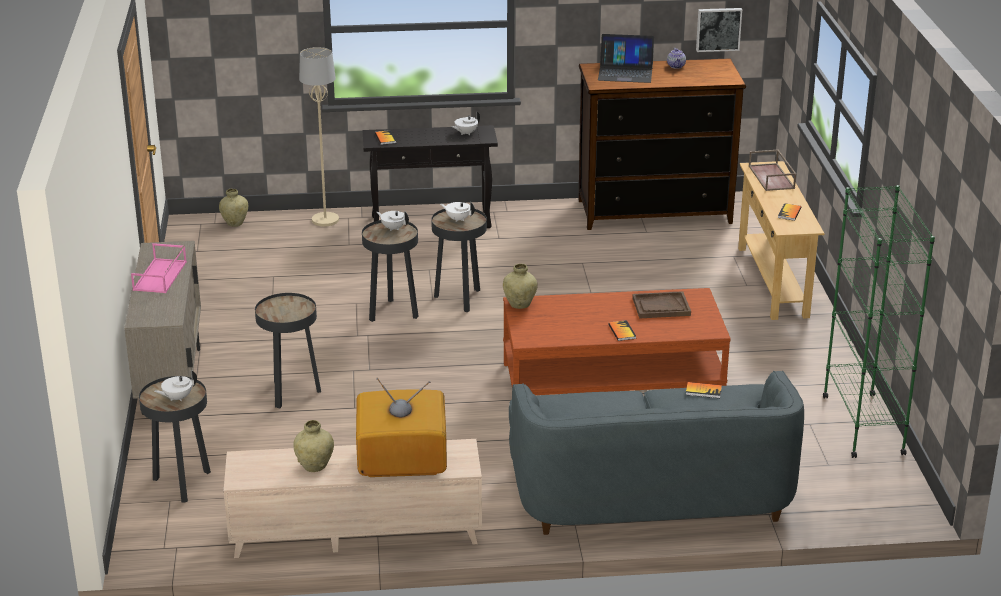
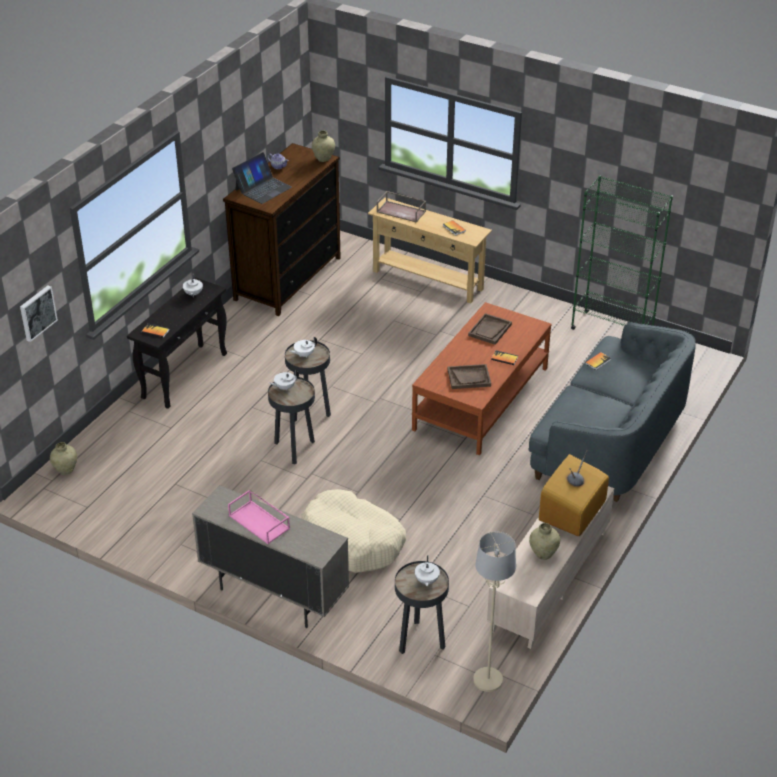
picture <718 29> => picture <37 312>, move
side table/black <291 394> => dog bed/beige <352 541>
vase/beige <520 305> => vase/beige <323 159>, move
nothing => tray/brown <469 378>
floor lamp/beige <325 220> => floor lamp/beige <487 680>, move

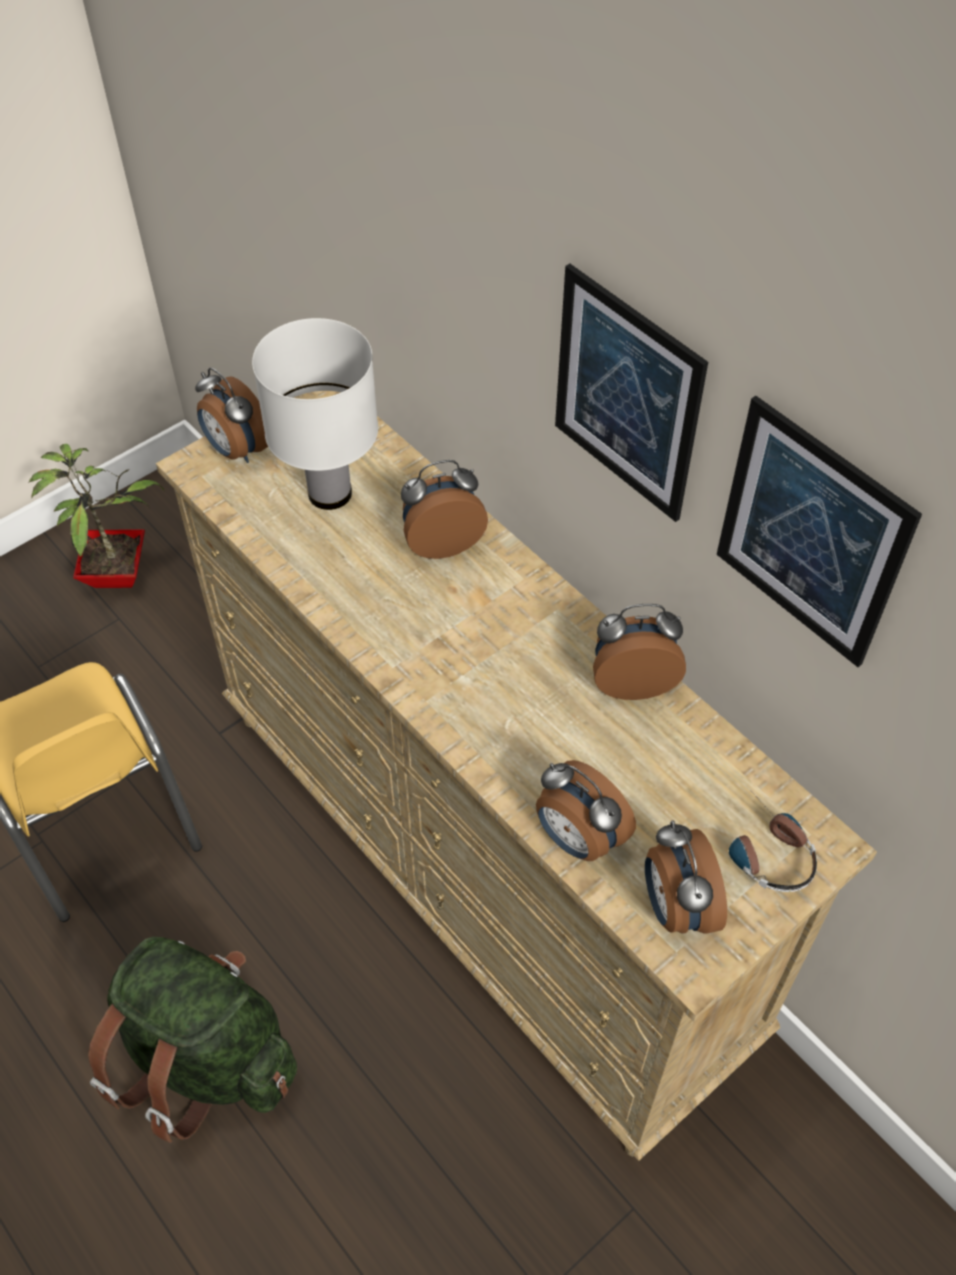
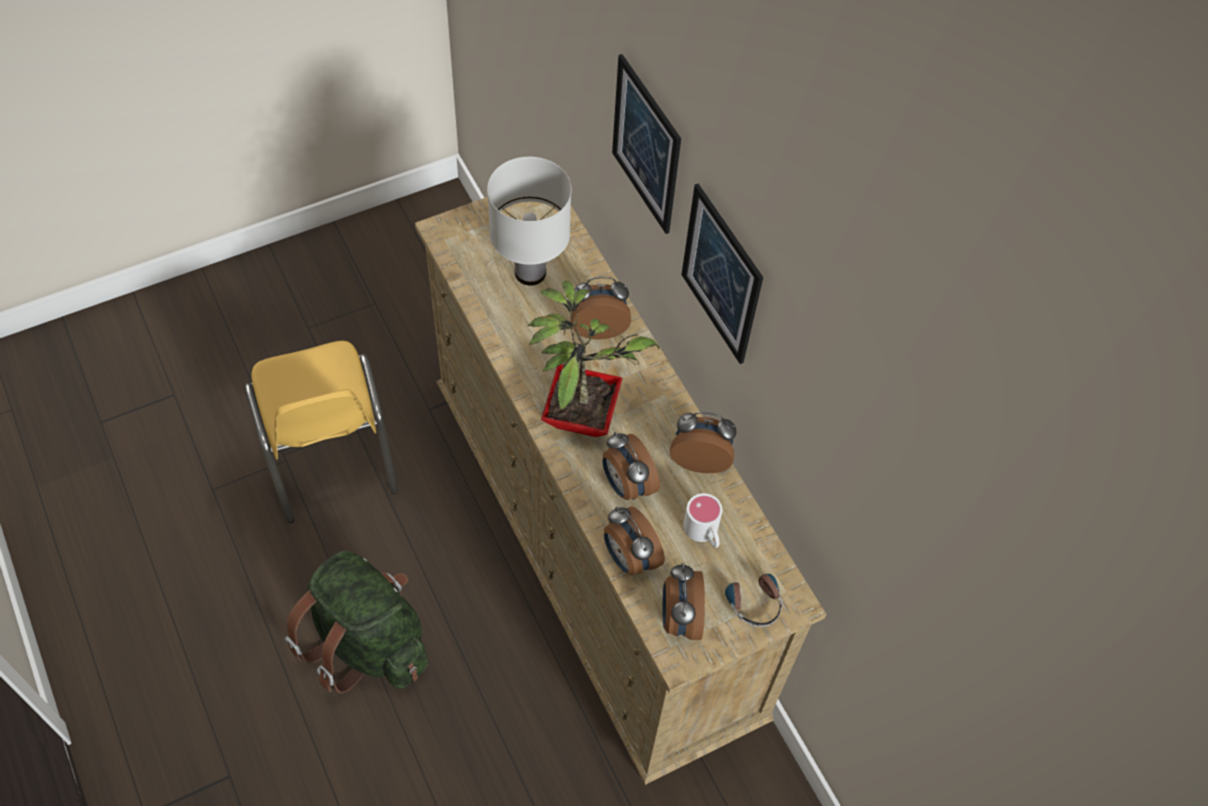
potted plant <117 571> => potted plant <582 413>, move
alarm clock <237 450> => alarm clock <626 485>, move
picture <810 534> => picture <646 145>, move
nothing => mug/white <704 533>

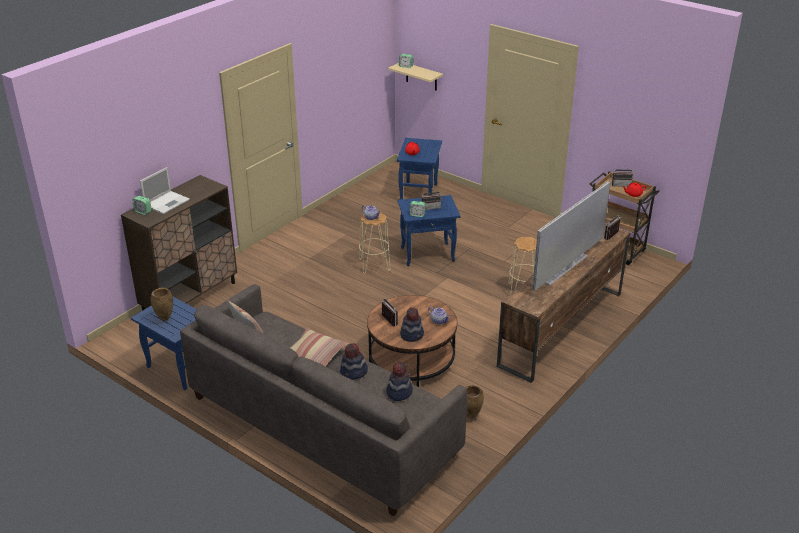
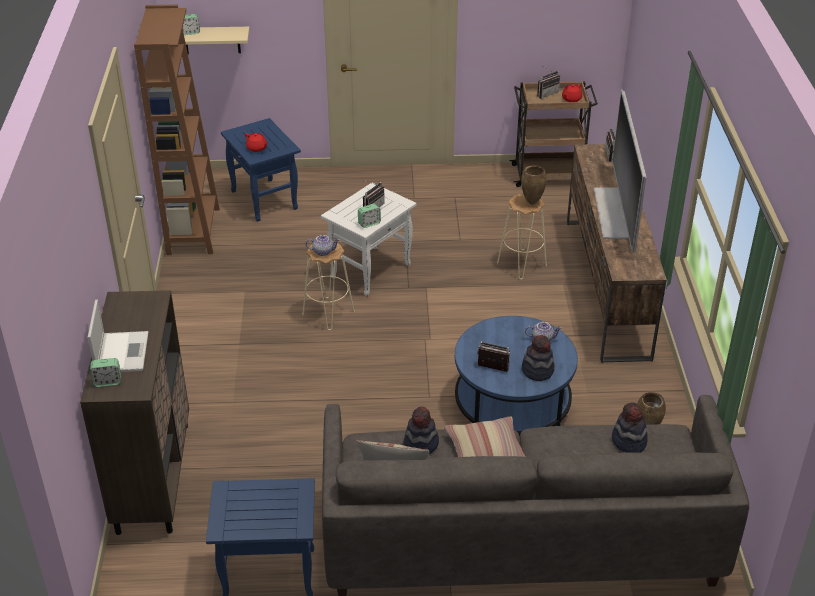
nothing => bookcase/brown <193 231>
side table/blue <428 254> => side table/white <371 270>
hat <353 372> => hat <421 444>, move
coffee table/brown <411 359> => coffee table/blue <512 403>
vase/brown <164 319> => vase/brown <531 203>, move

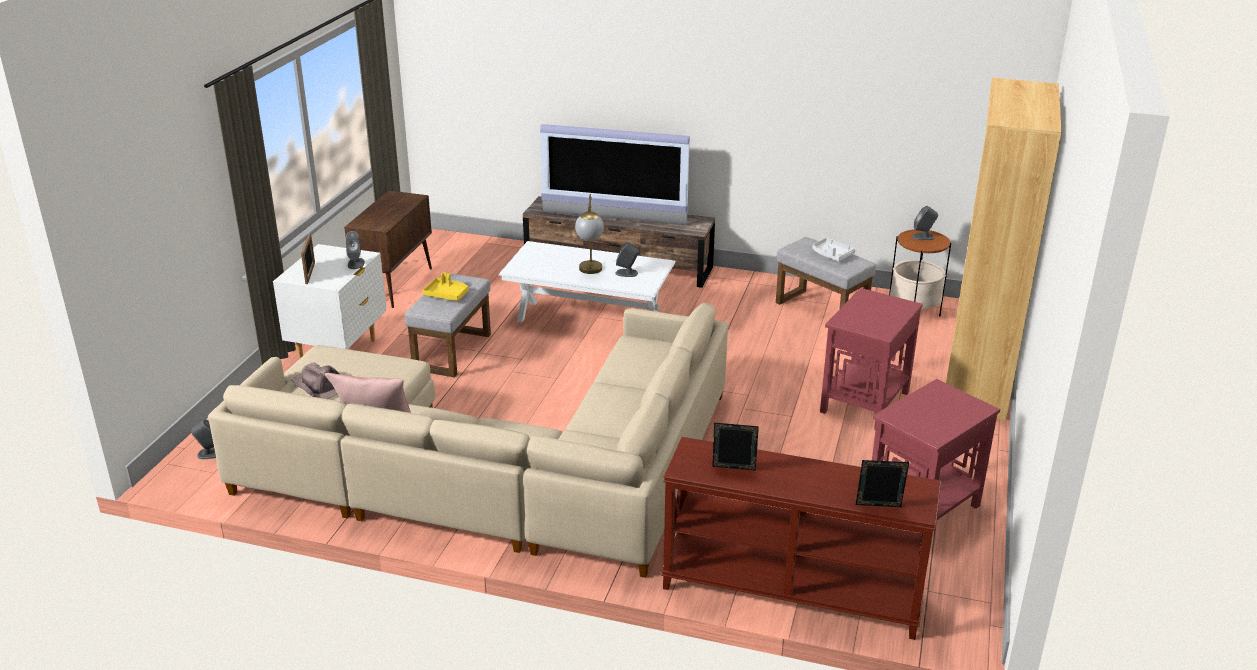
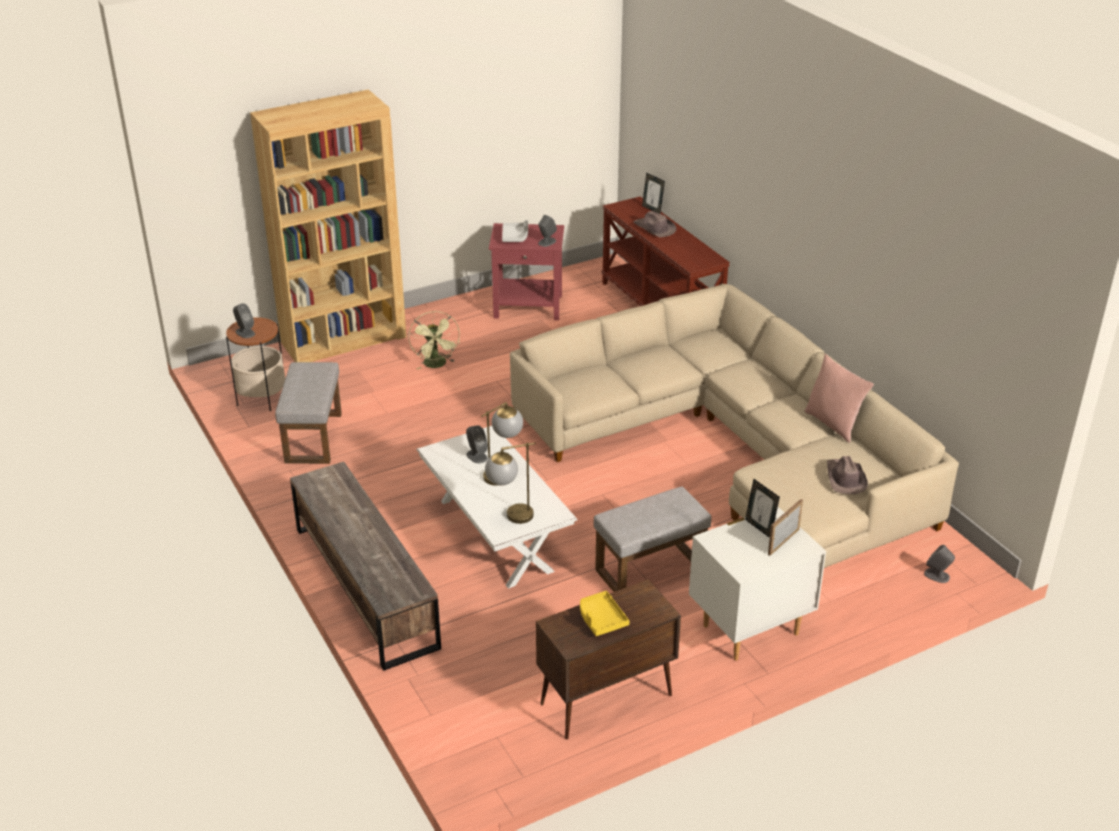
side table/red <864 401> => fan/green <436 365>
nothing => table lamp <510 517>
tray/grey <832 255> => tray/grey <515 237>, move
speaker/grey <356 263> => speaker/grey <547 242>, move
tray/yellow <447 295> => tray/yellow <601 619>, move
nothing => hat/brown <654 228>
picture frame <733 470> => picture frame <760 527>, move
television <614 218> => nothing

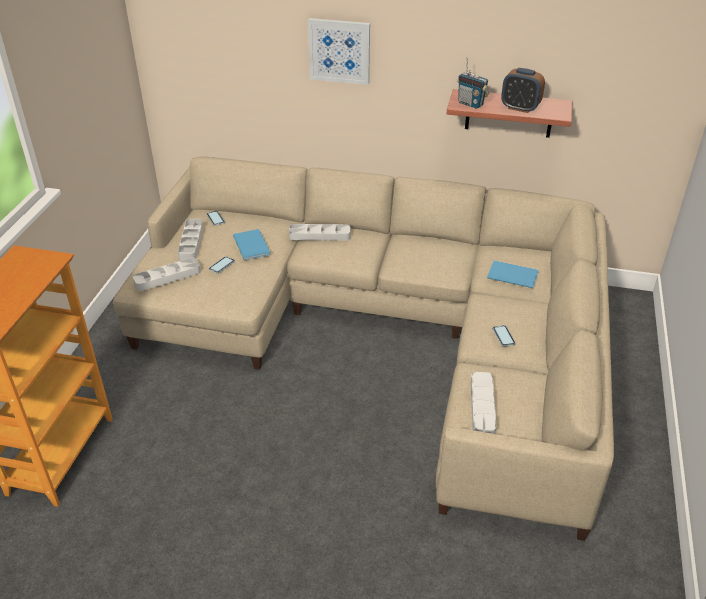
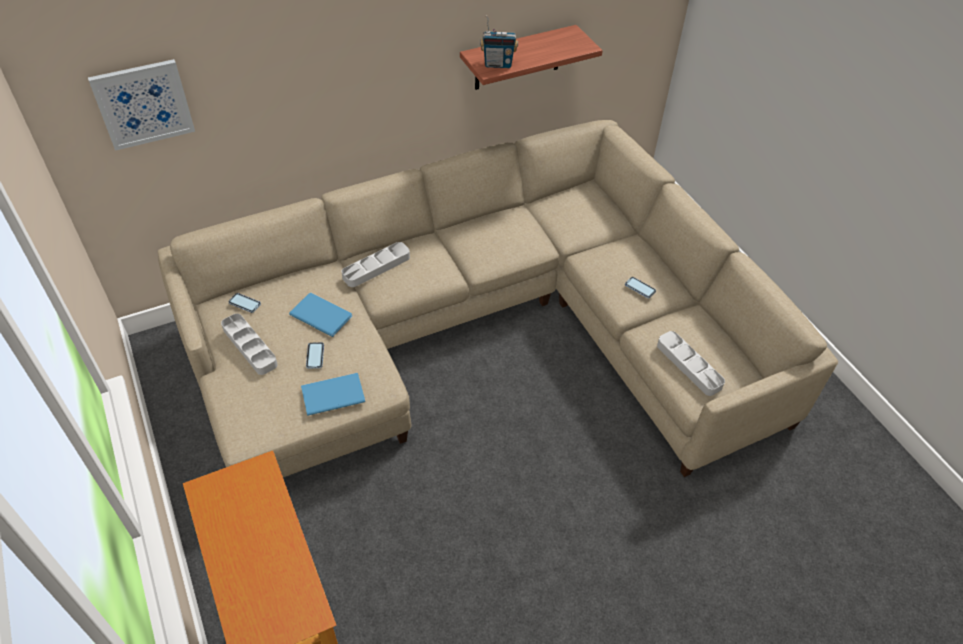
picture <339 51> => picture <143 104>, move
book/blue <511 274> => book/blue <331 394>, move
tray/grey <167 277> => nothing
alarm clock <520 108> => nothing

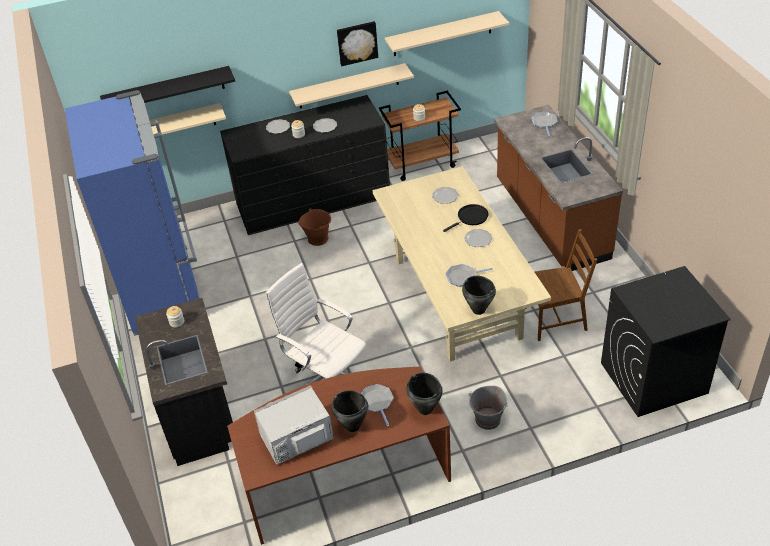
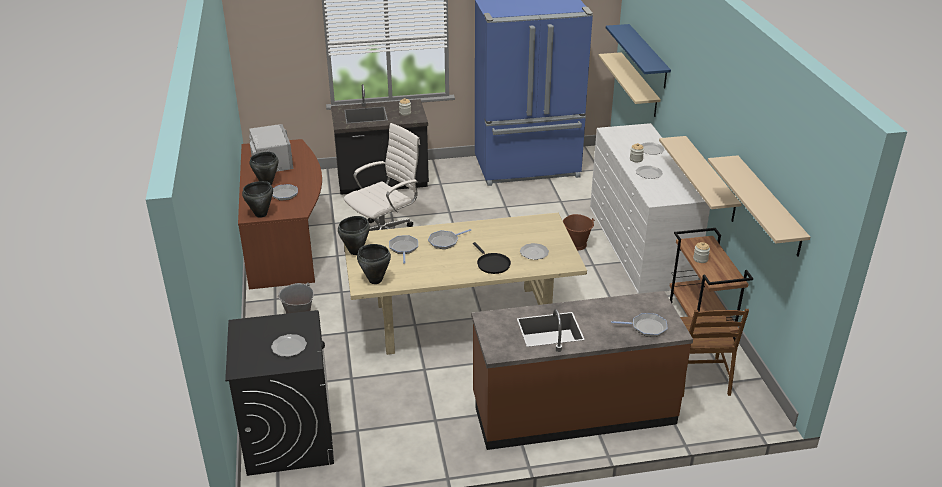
plate <477 239> => plate <289 346>, move
nothing => cooking pot/black <375 280>
nothing => frying pan <445 241>
dresser/black <313 200> => dresser/white <640 245>
shelf/black <168 90> => shelf/blue <647 56>
chair/brown <556 319> => chair/brown <699 377>, move
picture <357 43> => nothing

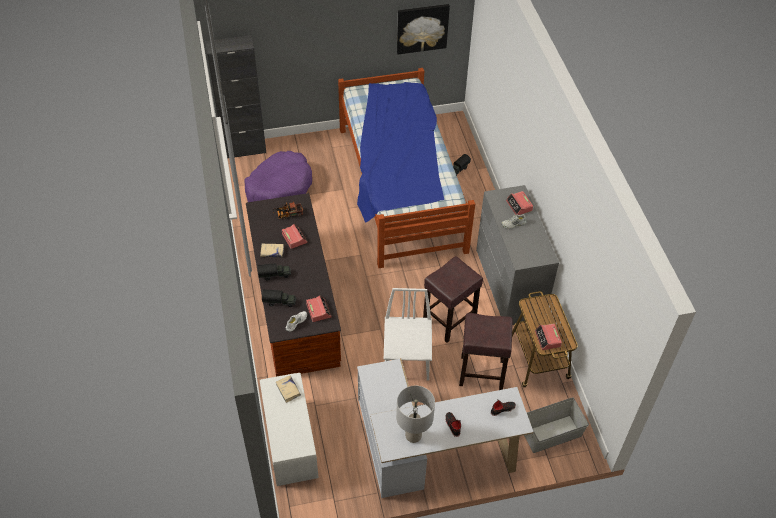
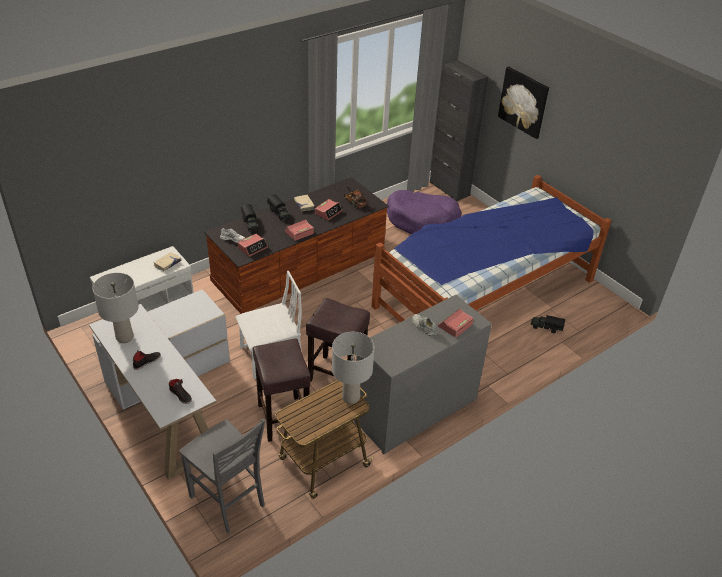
storage box/grey <552 434> => chair/grey <228 501>
alarm clock <547 339> => alarm clock <299 233>, move
nothing => table lamp/grey <351 398>
picture <422 28> => picture <523 102>, move

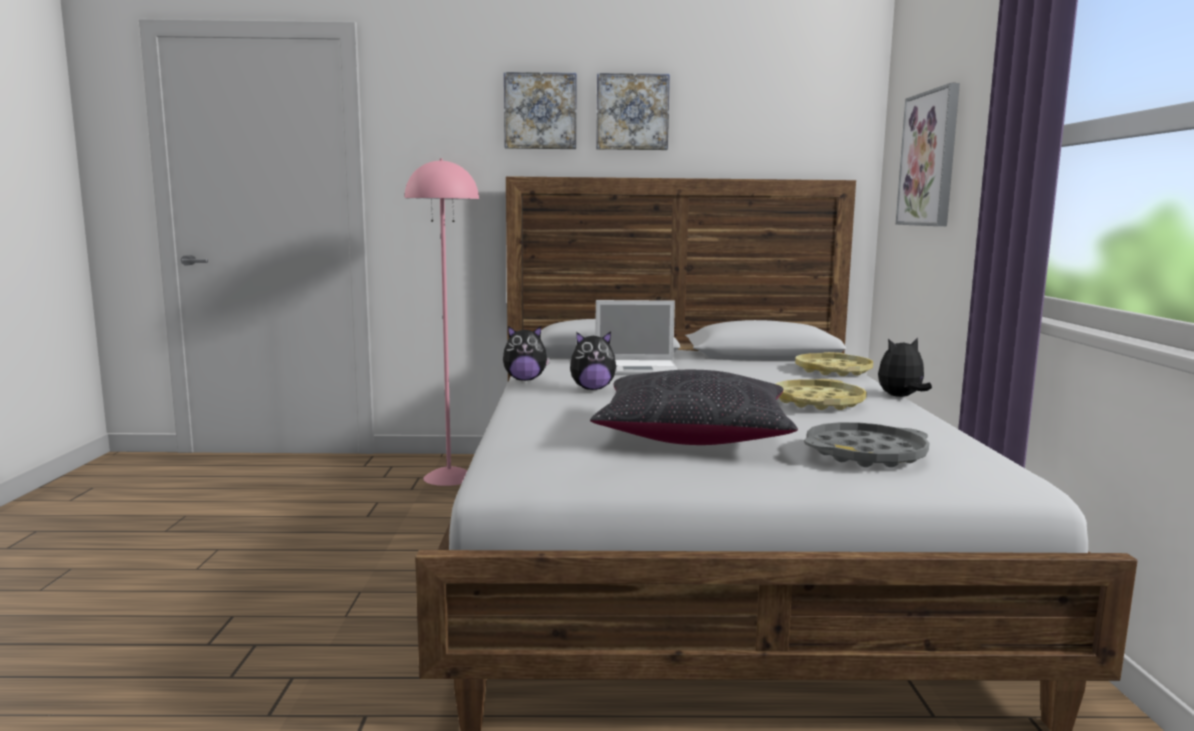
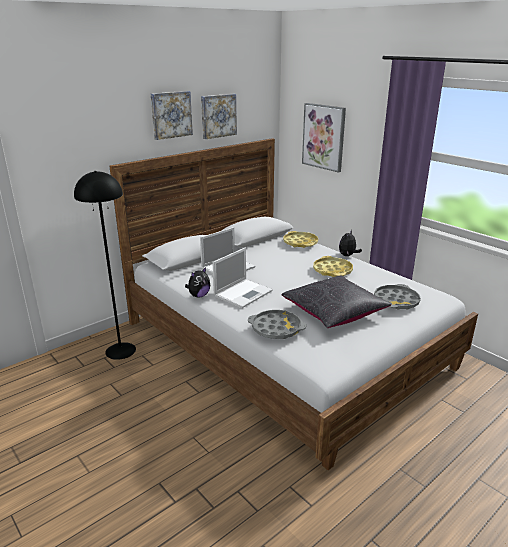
floor lamp/pink <449 477> => floor lamp/black <120 350>
picture <540 111> => picture <218 115>, move
plush toy <592 389> => laptop <244 293>
nothing => tray/grey <276 328>

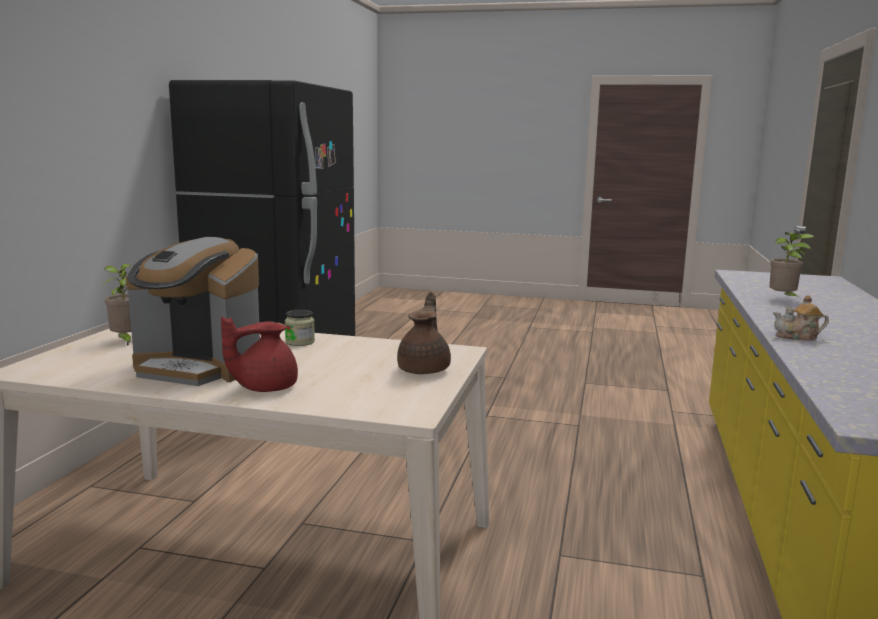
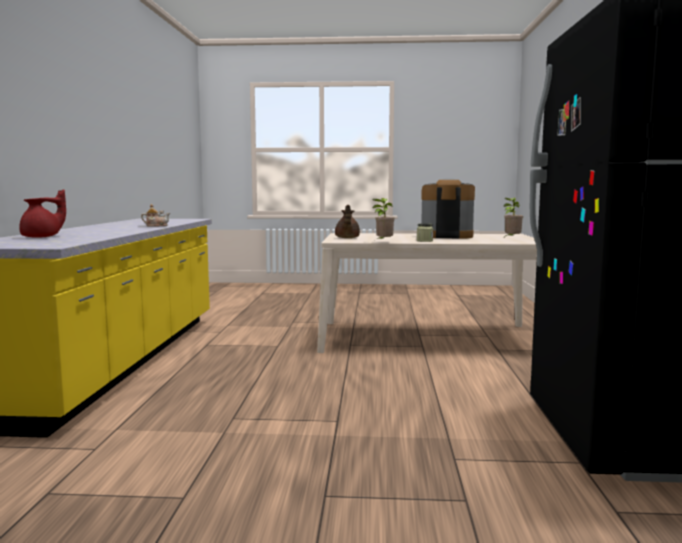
teapot/red <264 387> => teapot/red <42 237>, move
potted plant <784 299> => potted plant <383 242>, move

